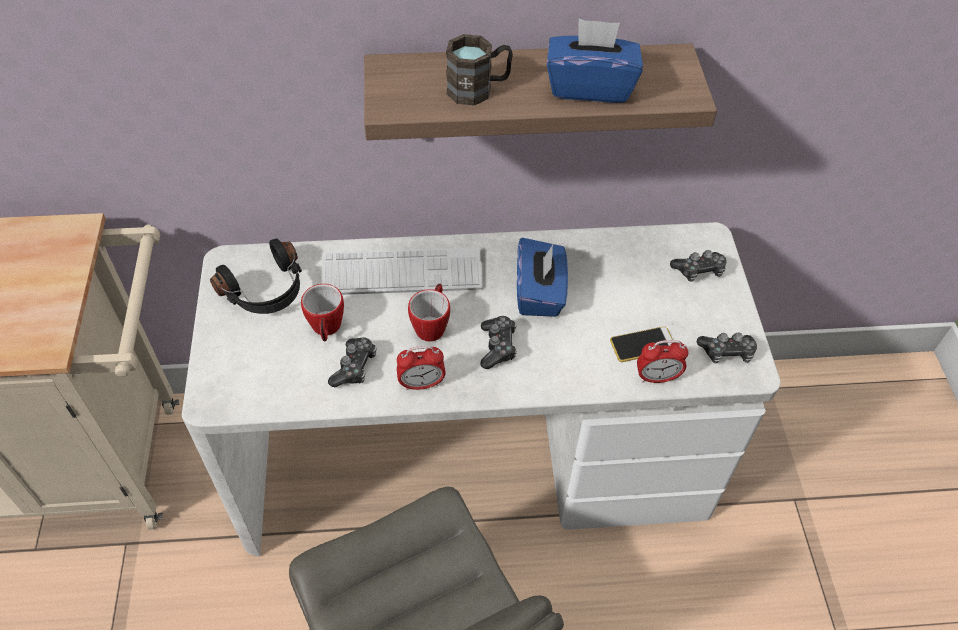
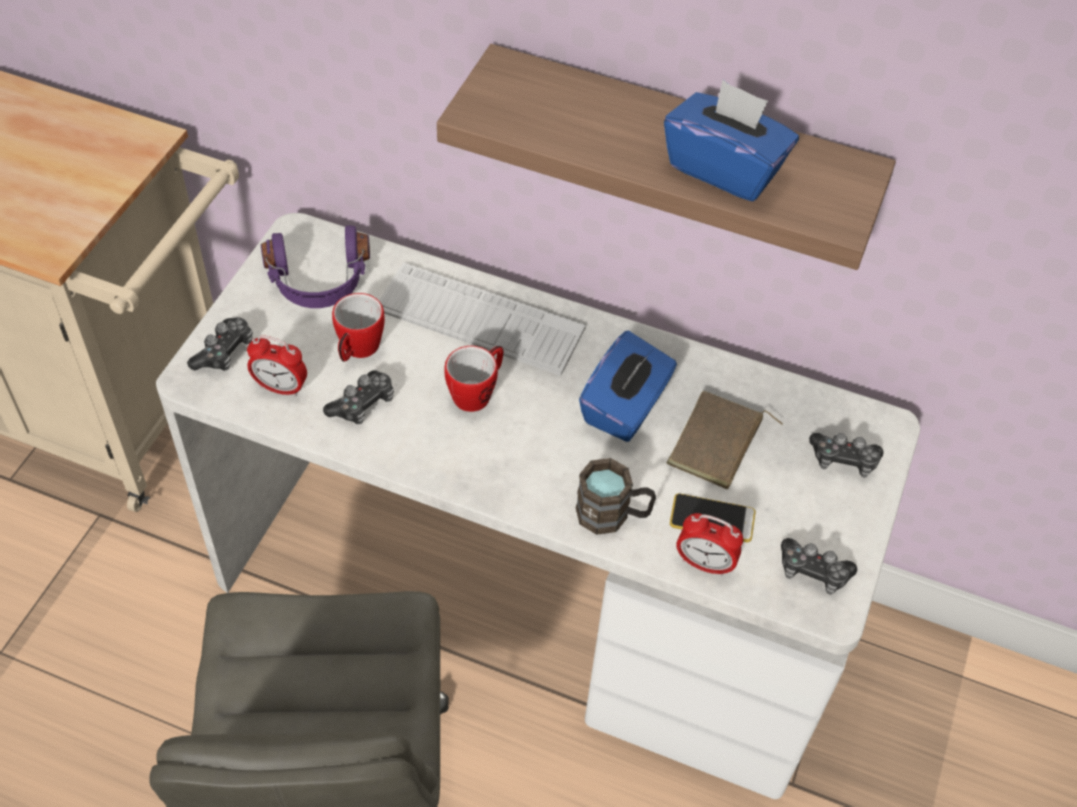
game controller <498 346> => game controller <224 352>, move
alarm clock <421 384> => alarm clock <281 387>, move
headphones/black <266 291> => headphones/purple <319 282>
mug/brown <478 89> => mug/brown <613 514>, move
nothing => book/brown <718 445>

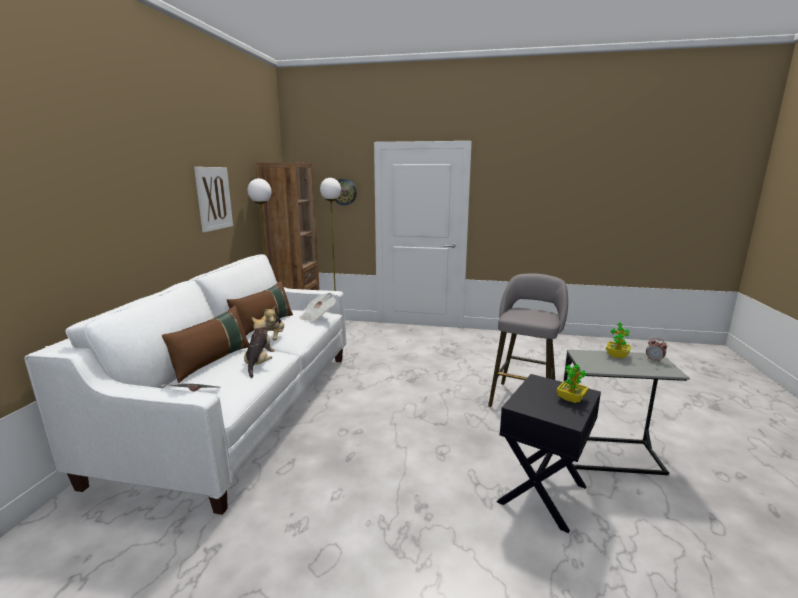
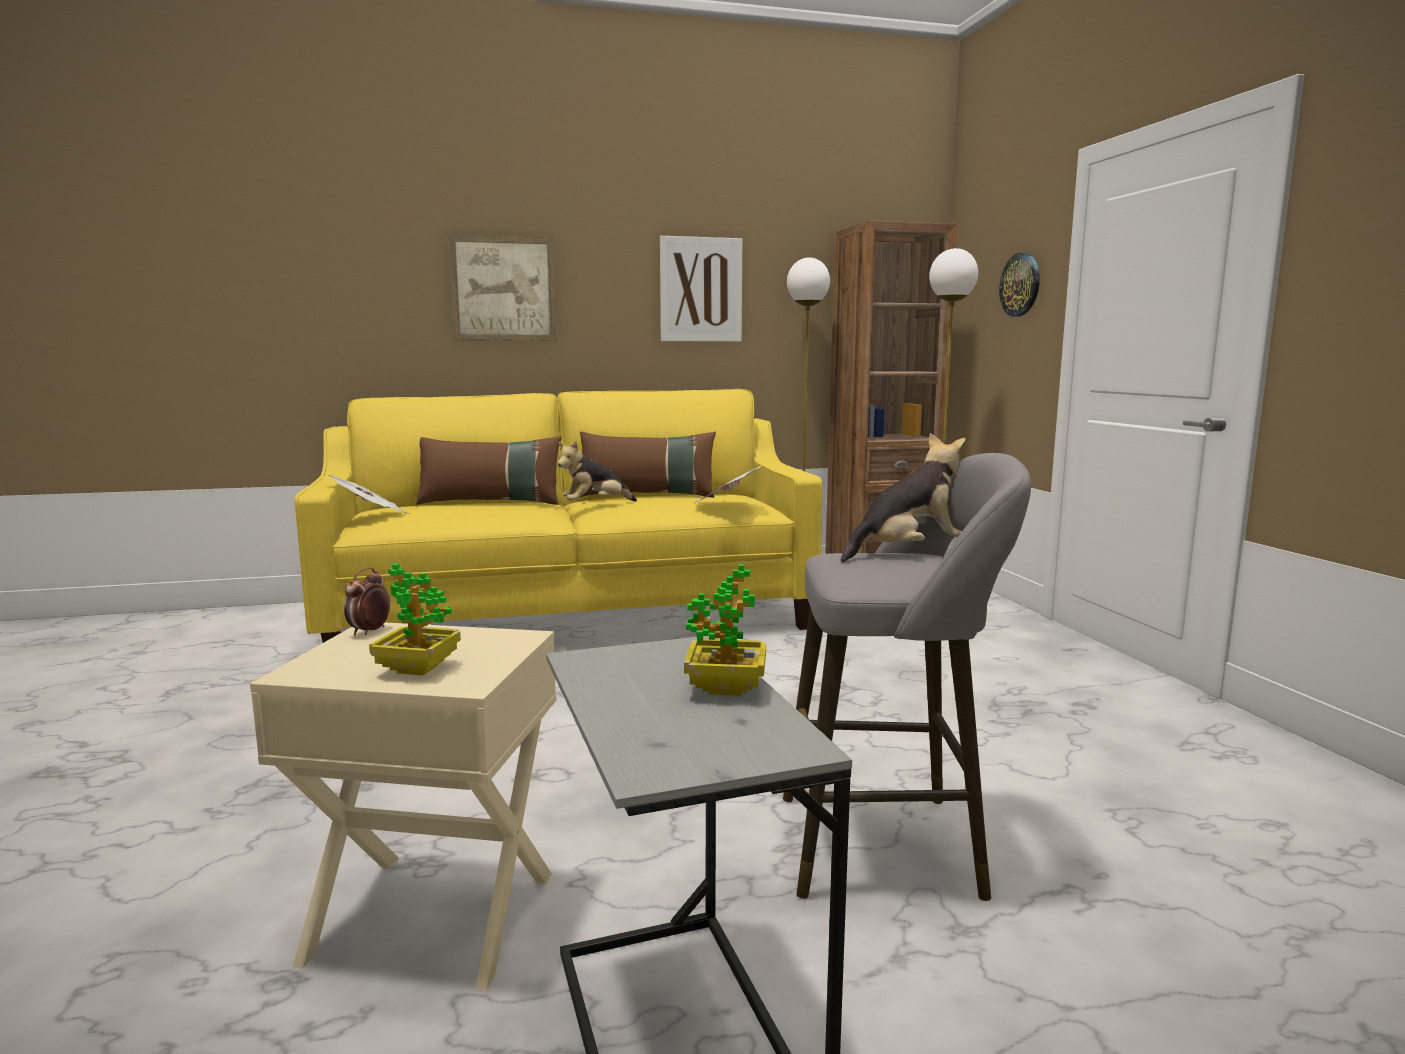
side table/black <543 494> => side table/beige <431 918>
sofa/white <243 410> => sofa/yellow <570 615>
alarm clock <654 360> => alarm clock <369 631>, move
nothing => picture <503 289>
plush toy <259 364> => plush toy <906 553>, move

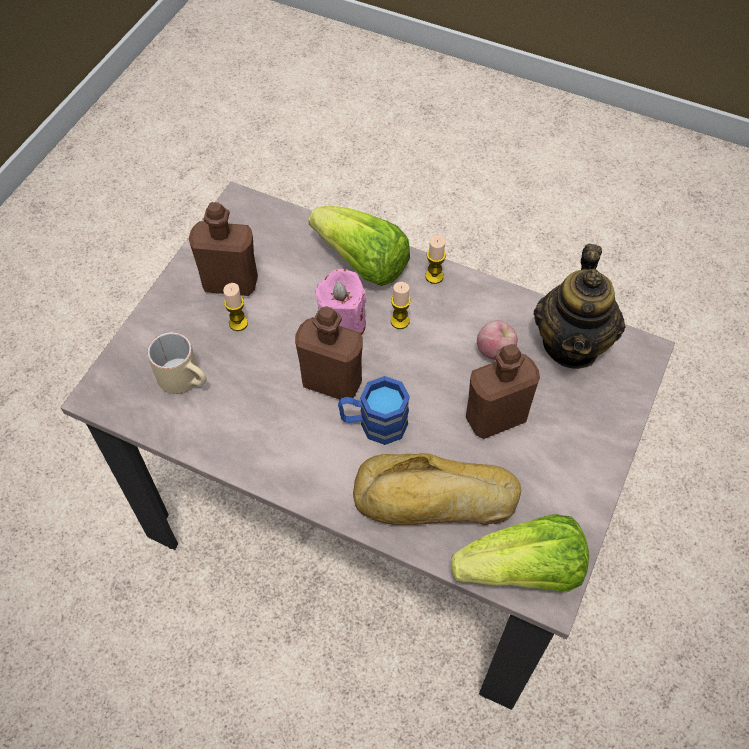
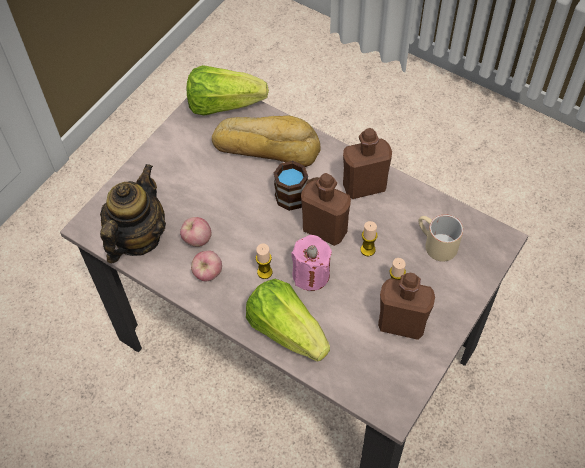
nothing => apple <208 273>
mug/blue <373 424> => mug/brown <299 197>
bottle/brown <495 417> => bottle/brown <364 186>, move
candle <434 276> => candle <368 249>, move

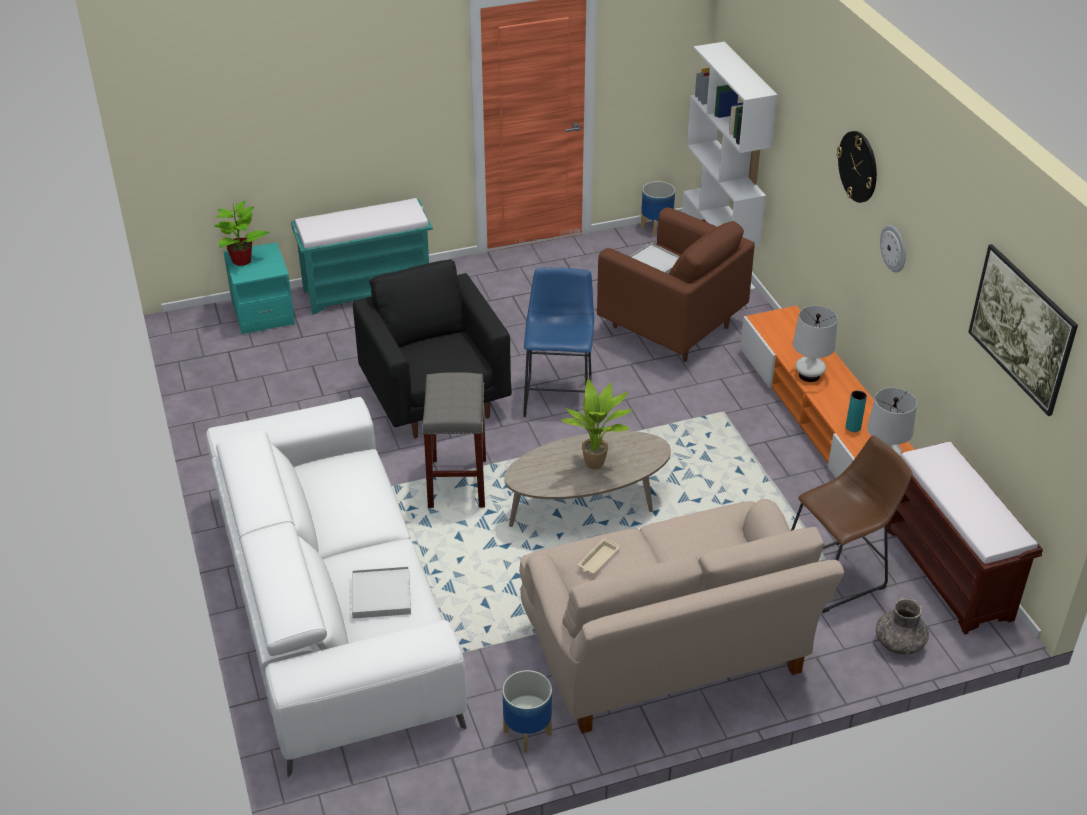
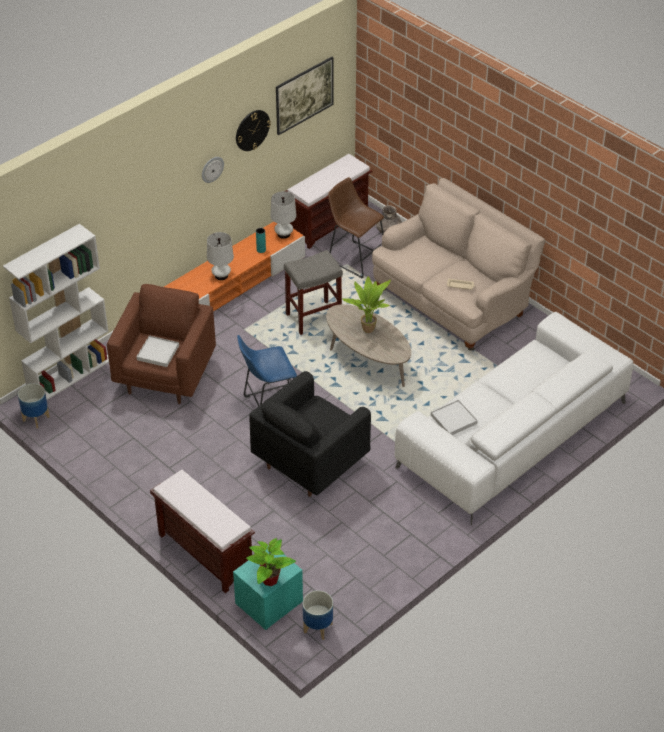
bench/turquoise <368 290> => bench/brown <204 553>
wall clock <858 166> => wall clock <252 130>, move
stool/grey <457 482> => stool/grey <313 318>, move
planter <527 732> => planter <317 628>, move
tray/white <381 595> => tray/white <453 419>, move

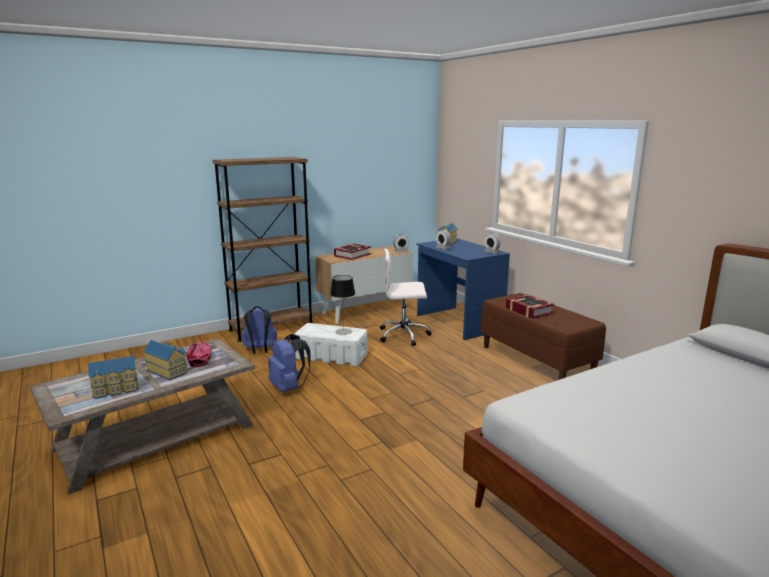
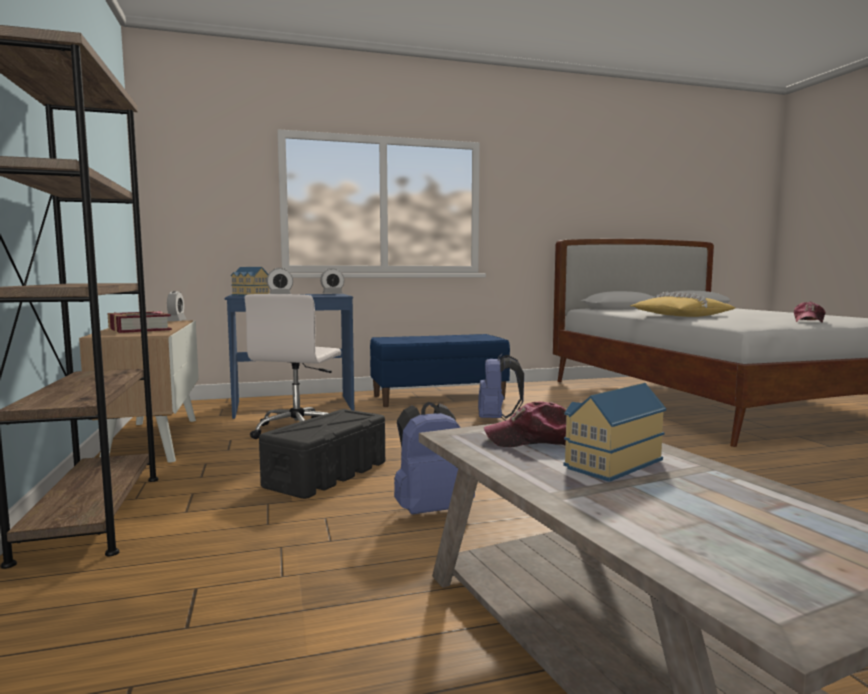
storage box/white <332 356> => storage box/black <327 474>
bench/brown <537 360> => bench/blue <439 397>
backpack/blue <260 350> => backpack/blue <496 420>, move
nothing => pillow/yellow <680 316>
nothing => cap <809 321>
toy house <116 390> => nothing
table lamp <343 331> => nothing
book <528 310> => nothing

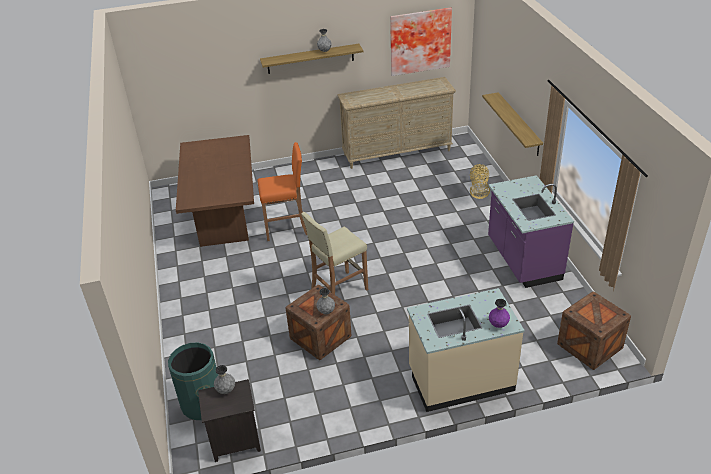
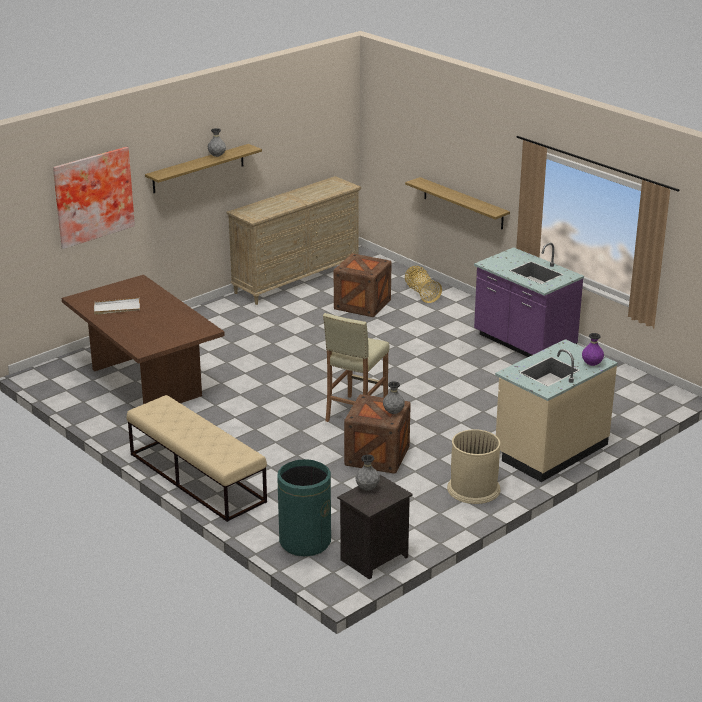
picture <419 41> => picture <92 196>, move
nothing => tray/white <116 308>
nothing => bench/beige <196 477>
crate <589 346> => crate <362 304>, move
nothing => trash can/beige <473 489>
stool/orange <287 228> => nothing

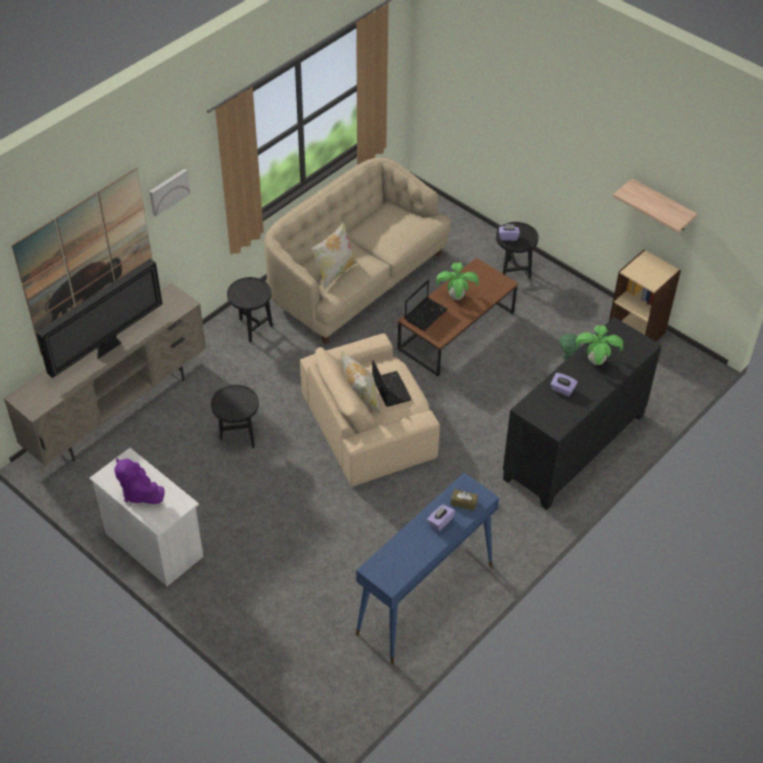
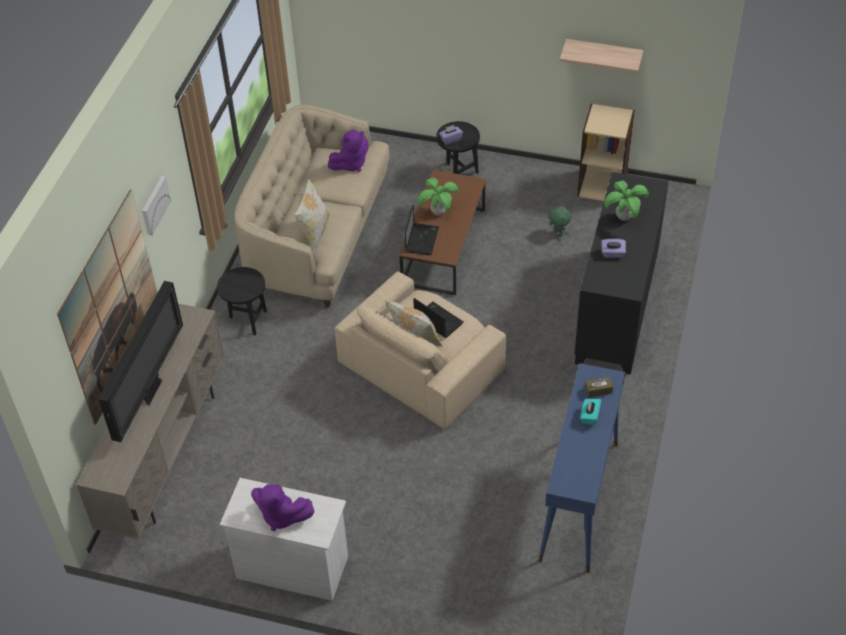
nothing => plush toy/purple <350 164>
tissue box/purple <440 522> => tissue box/turquoise <589 416>
side table/black <238 436> => nothing

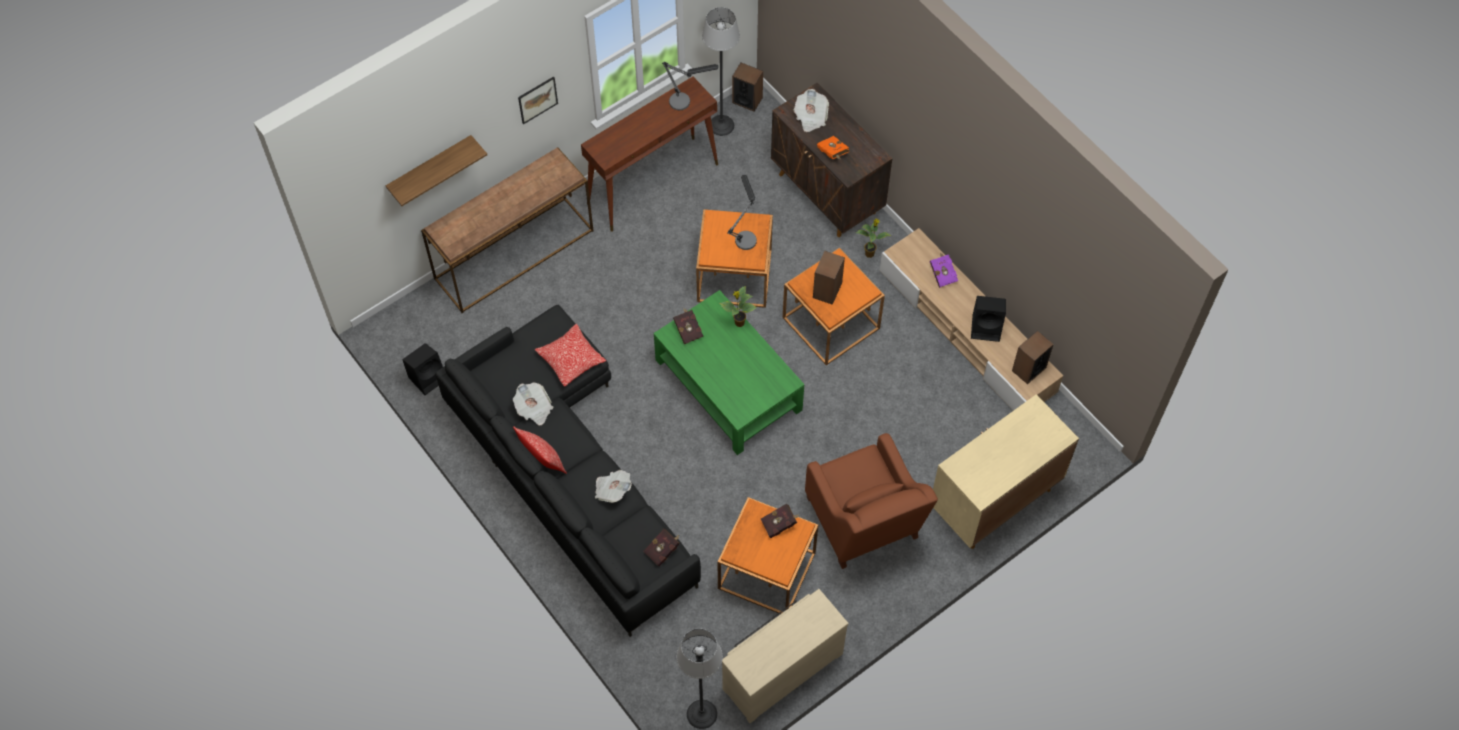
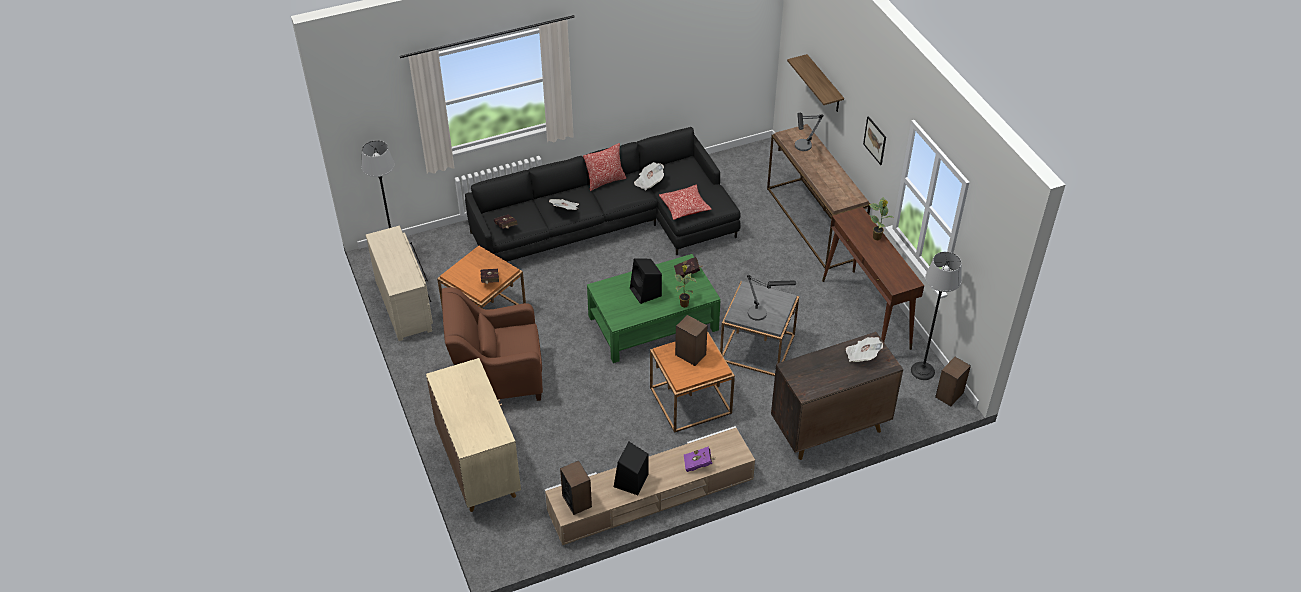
speaker/black <428 377> => speaker/black <646 292>, move
side table/orange <734 275> => side table/grey <757 347>
table lamp <686 101> => table lamp <802 149>, move
potted plant <870 253> => potted plant <877 238>, move
book/orange <833 153> => nothing

